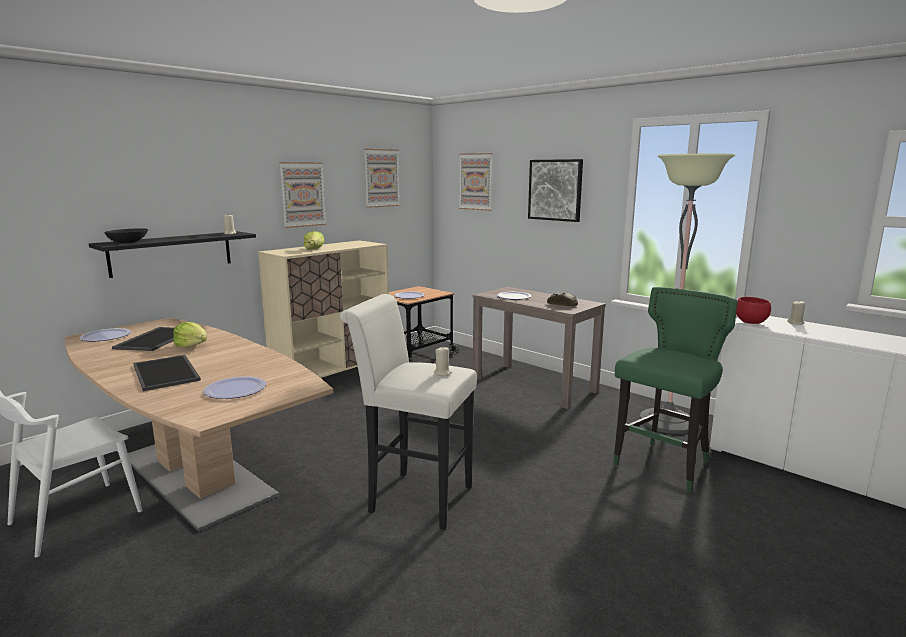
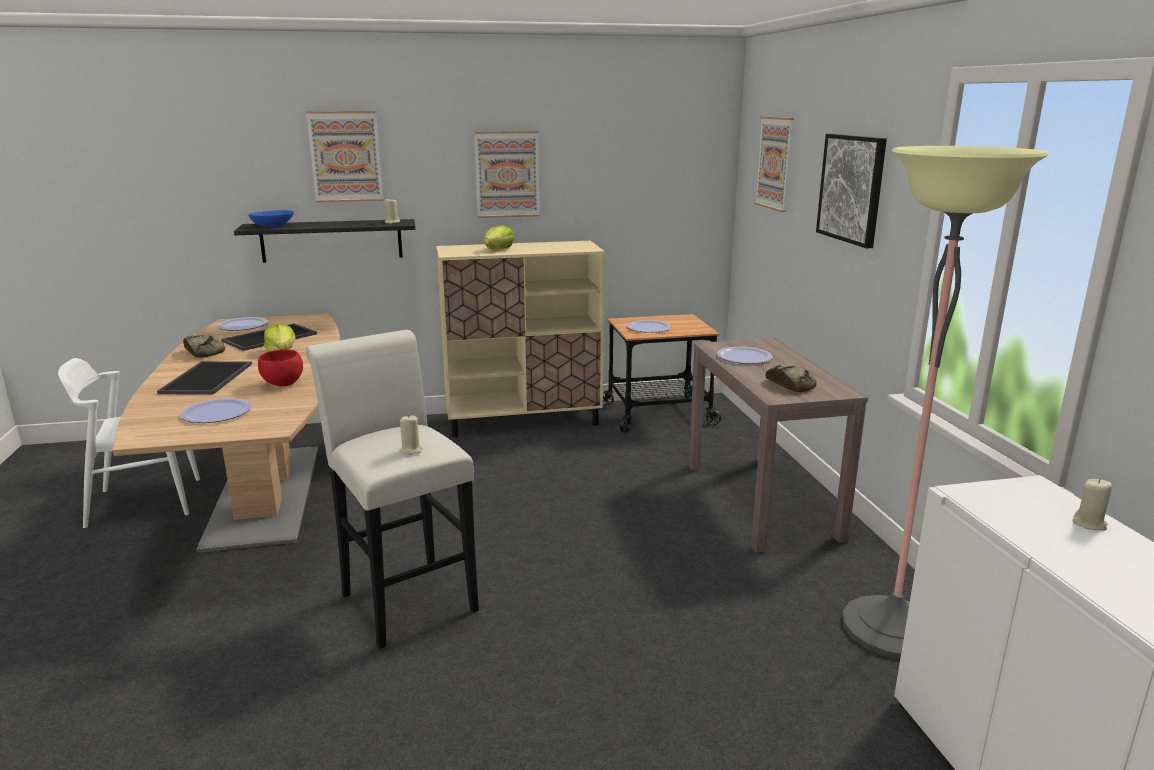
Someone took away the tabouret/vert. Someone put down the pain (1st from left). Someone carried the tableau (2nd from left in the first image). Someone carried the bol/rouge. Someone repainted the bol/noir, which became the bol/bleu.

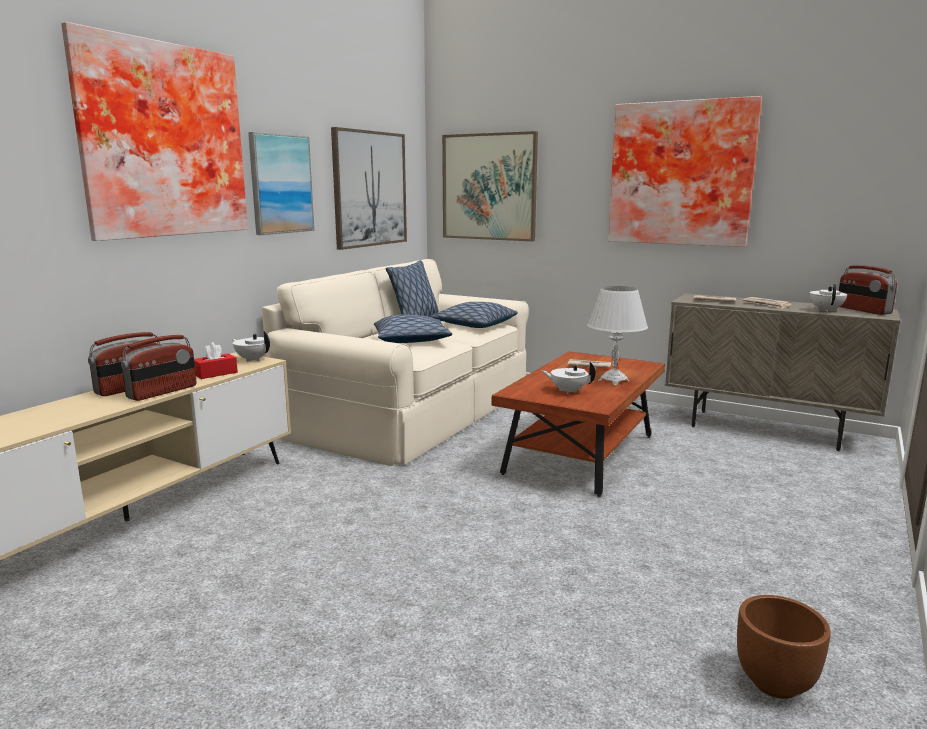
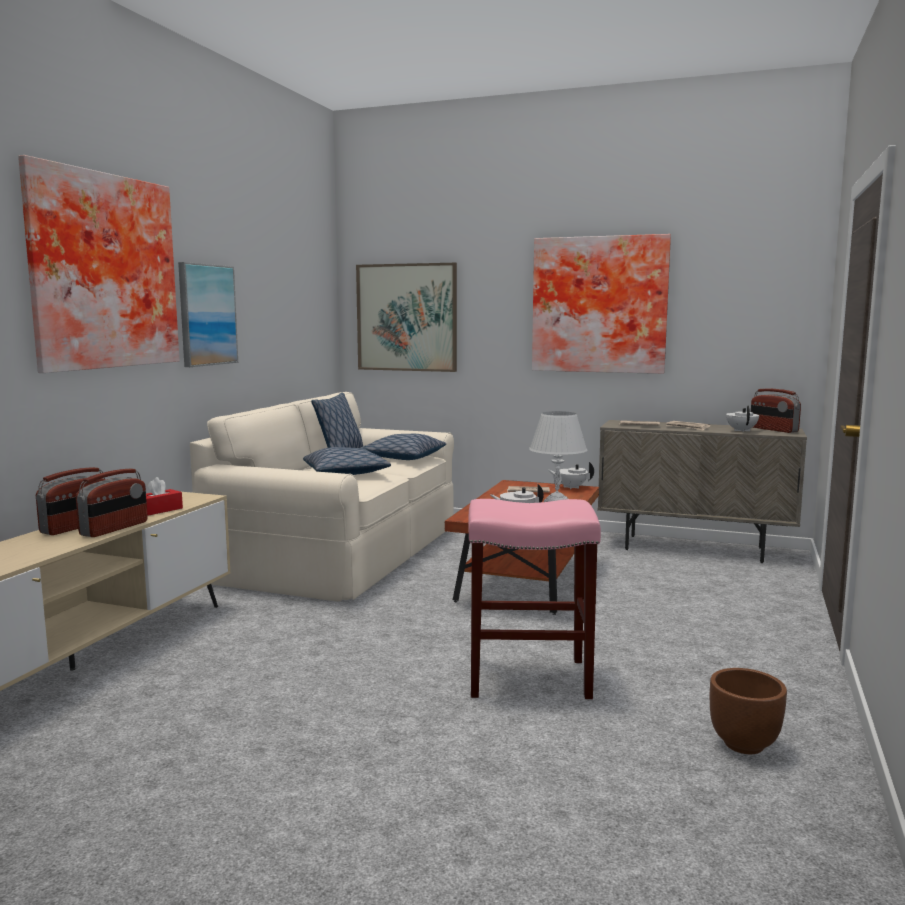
Someone took away the tableau (3rd from left). Someone put down the tabouret/rose. Someone carried the théière/blanc (1st from left in the first image).

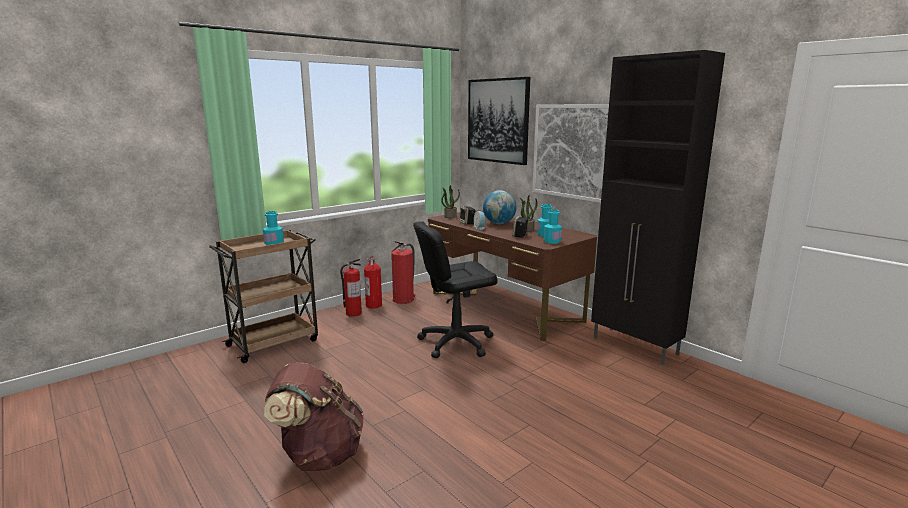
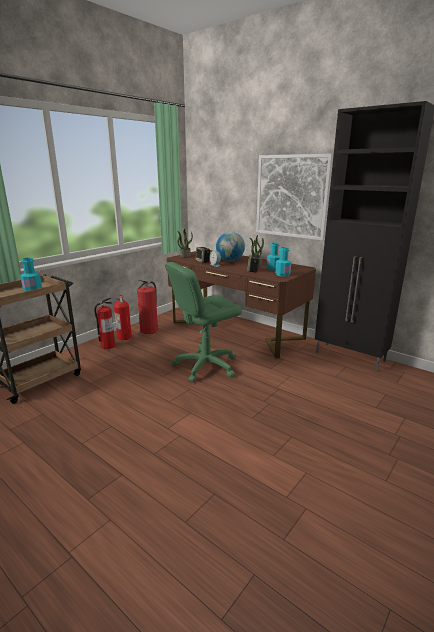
Someone took away the sac à dos/marron. Someone took away the tableau (1st from left). Someone repainted the chaise de bureau/noir, which became the chaise de bureau/vert.

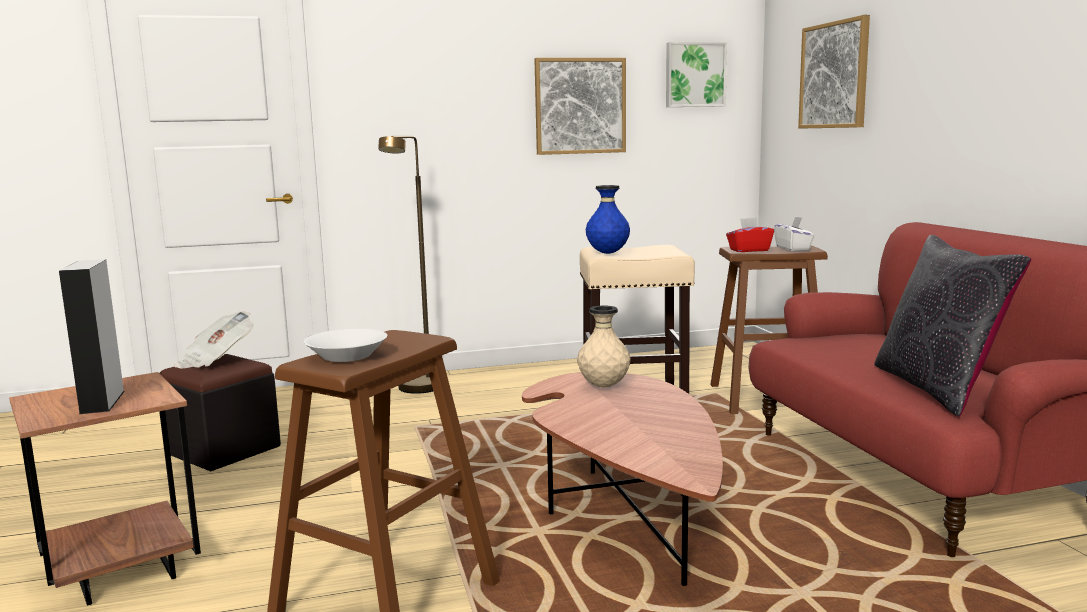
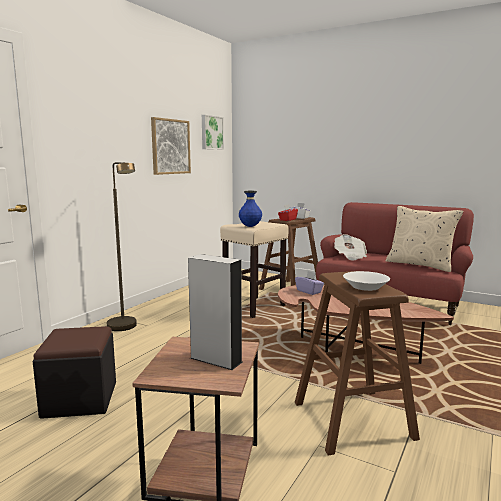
Someone took away the tableau (3rd from left). Someone carried the journal. Someone swapped the vase/beige for the boîte à mouchoirs/violet. Someone repainted the coussin/noir, which became the coussin/beige.

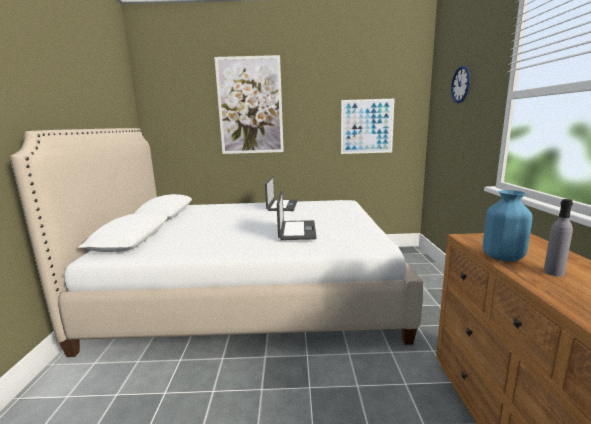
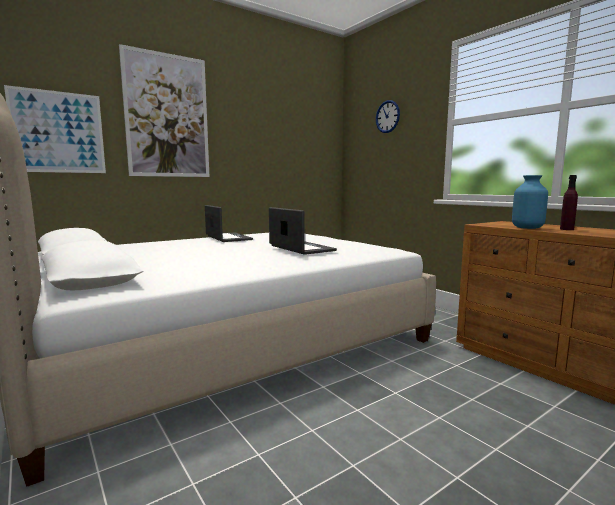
Someone carried the tableau (2nd from left in the first image). Someone repainted the bouteille/gris, which became the bouteille/violet.

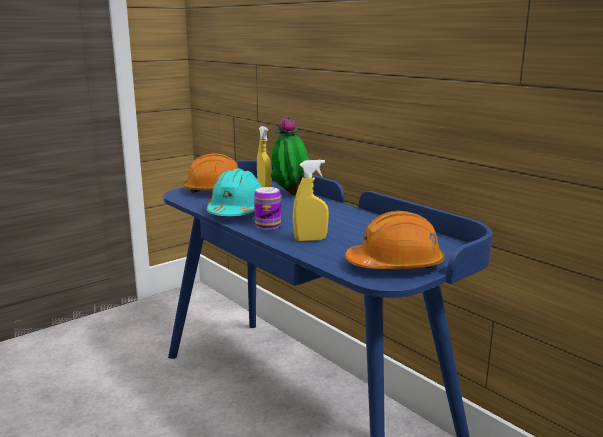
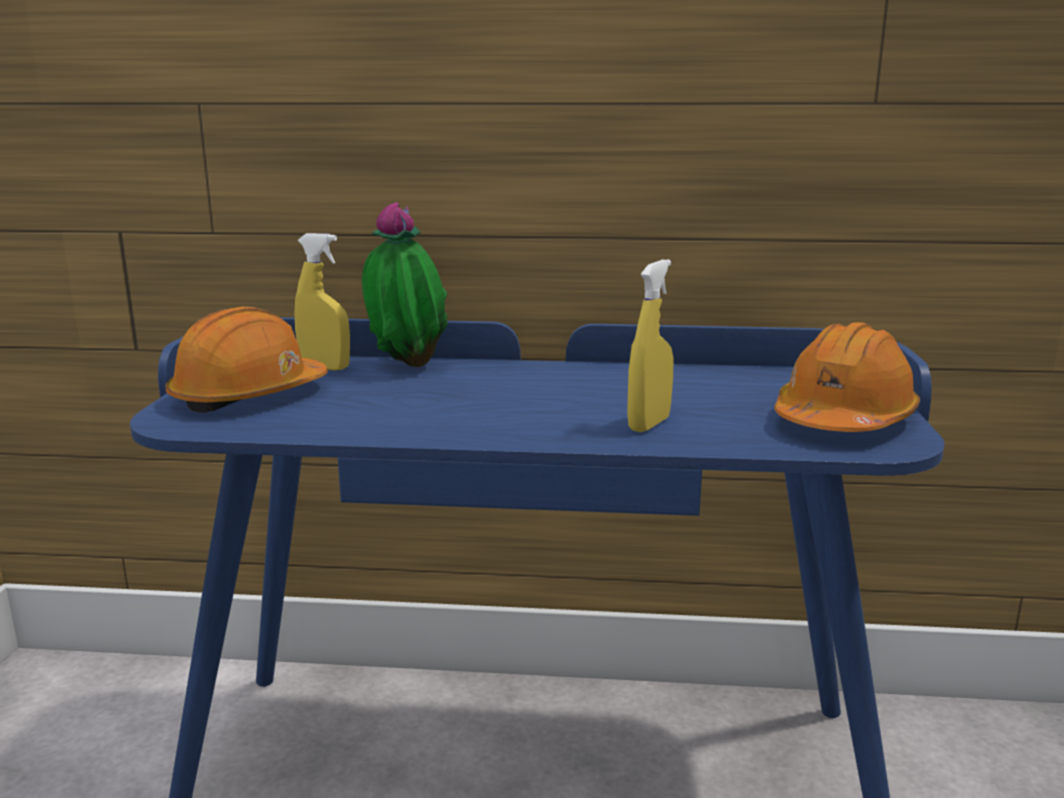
Someone took away the casque de chantier/turquoise. Someone took away the boîte métallique.

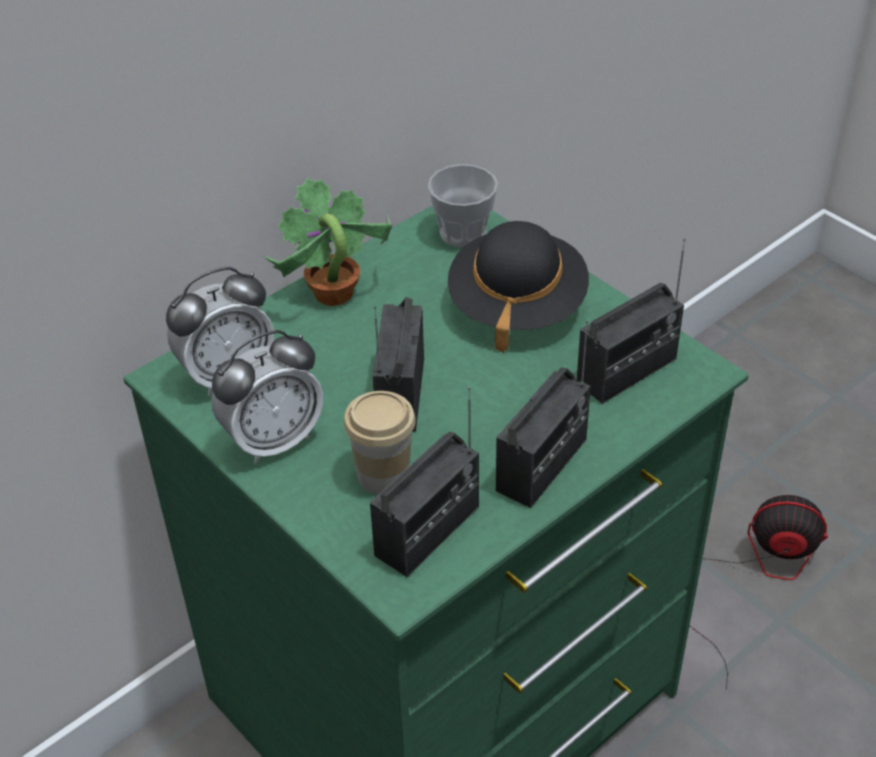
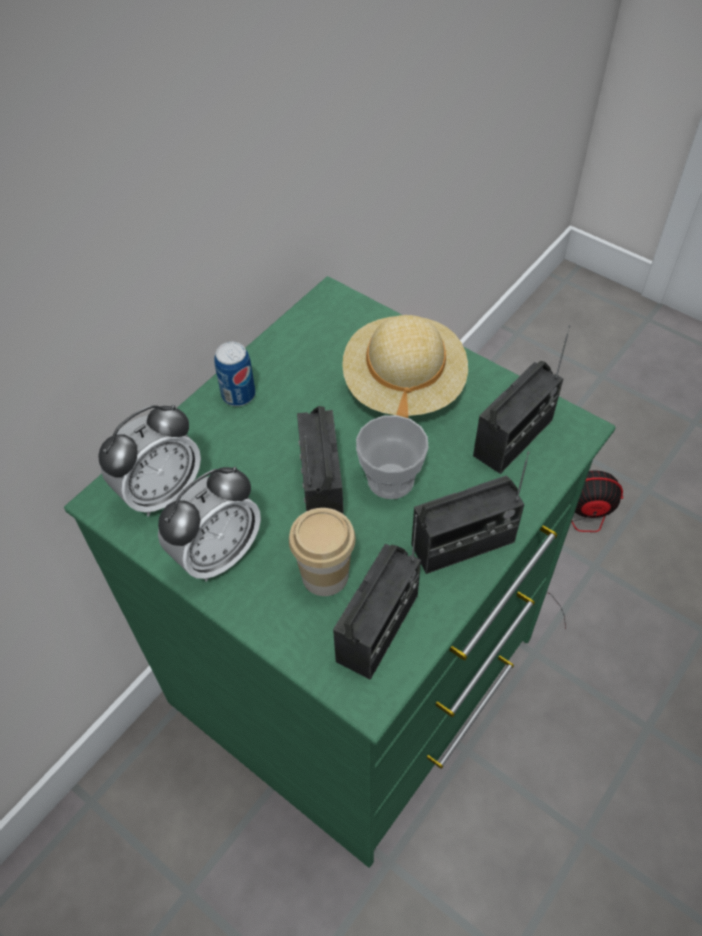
Someone carried the tasse (2nd from left). Someone swapped the plante en pot for the boîte métallique. Someone repainted the chapeau/noir, which became the chapeau/beige. Someone rotated the radio (3rd from left) by 45 degrees clockwise.

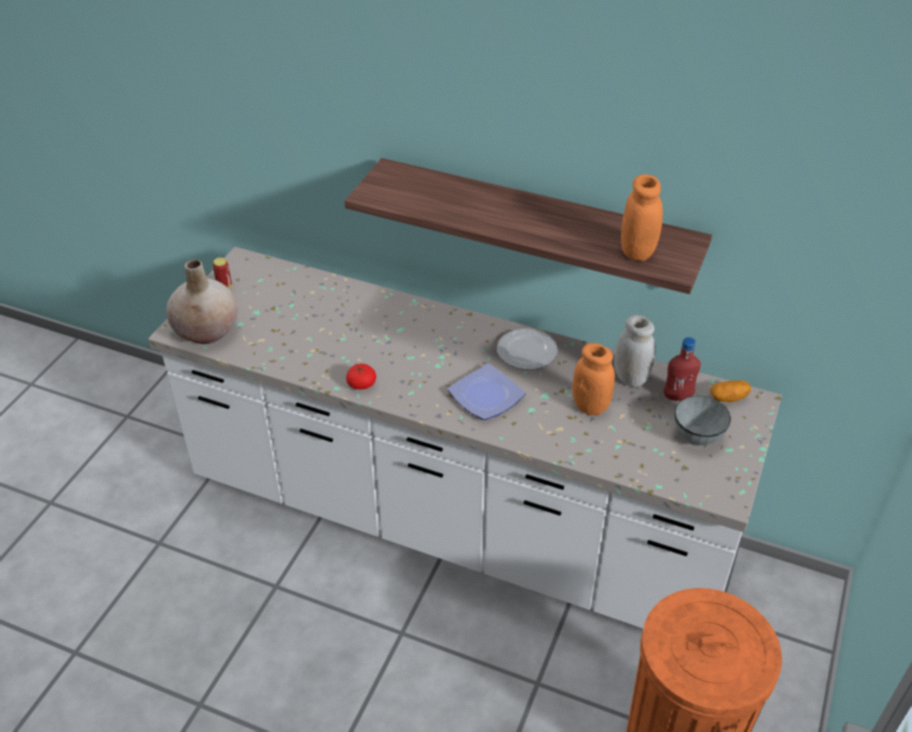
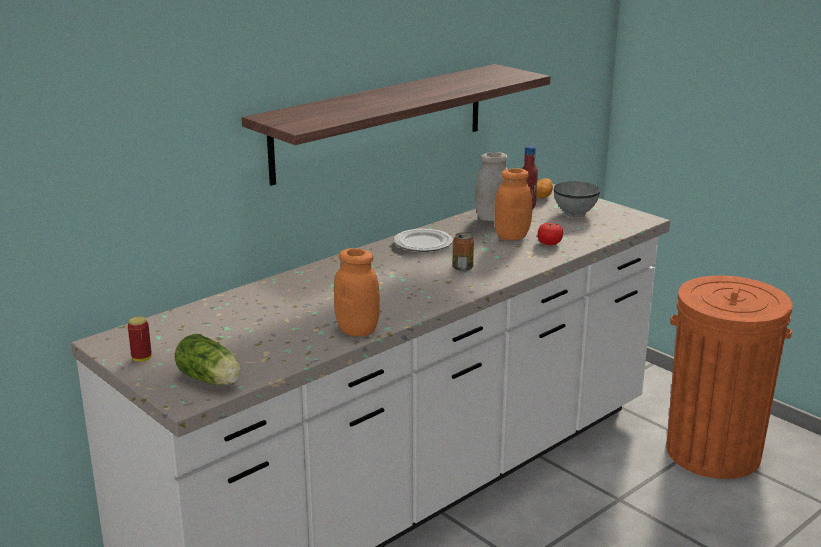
Someone carried the tomate. Someone carried the bocal/orange (2nd from left in the first image). Someone swapped the vase/beige for the laitue. Someone swapped the assiette (1st from left) for the boîte métallique (2nd from left).

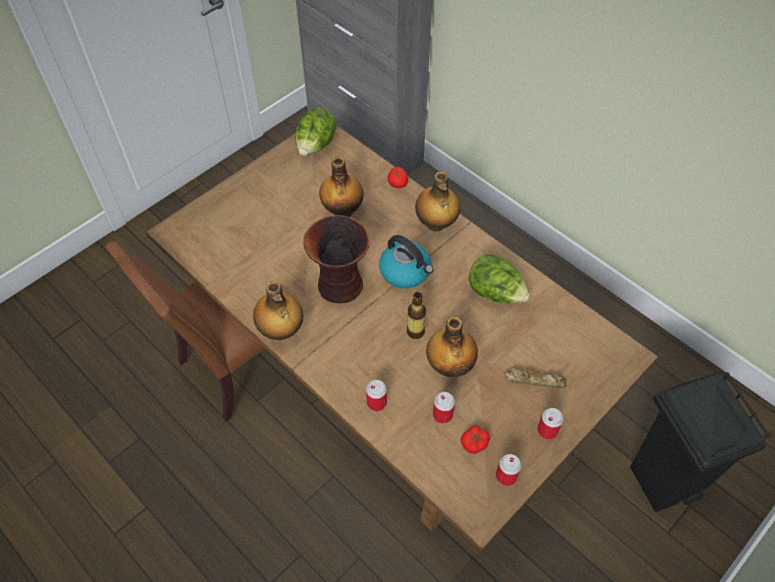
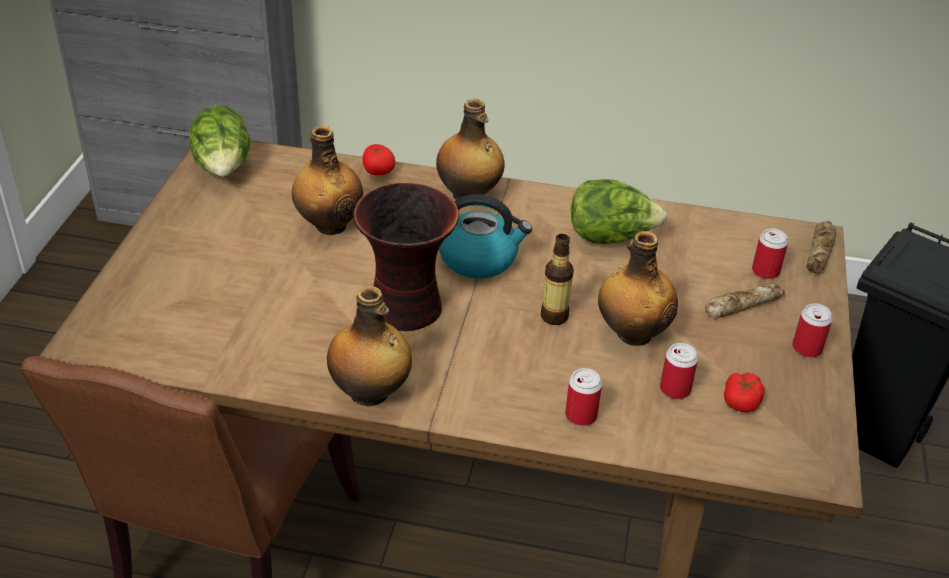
Someone put down the pain (2nd from left). Someone carried the boîte métallique (3rd from left).

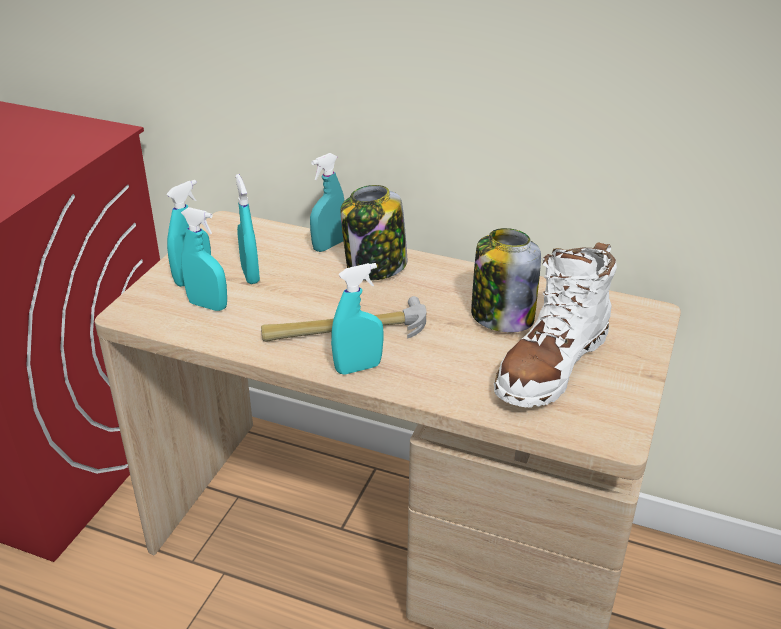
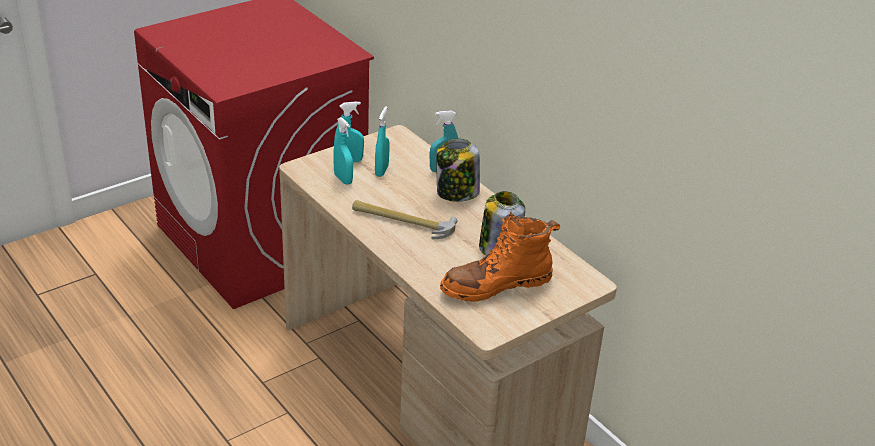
Someone took away the vaporisateur/turquoise (5th from left). Someone repainted the botte/blanc, which became the botte/orange.

